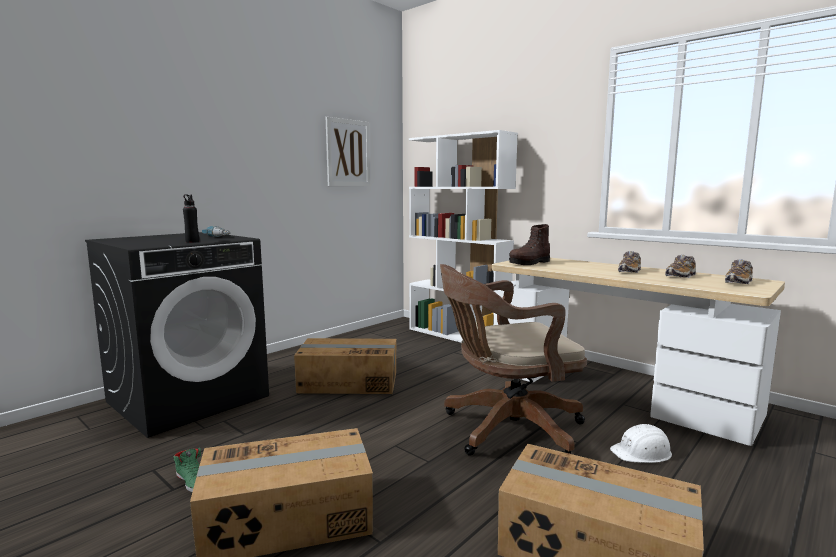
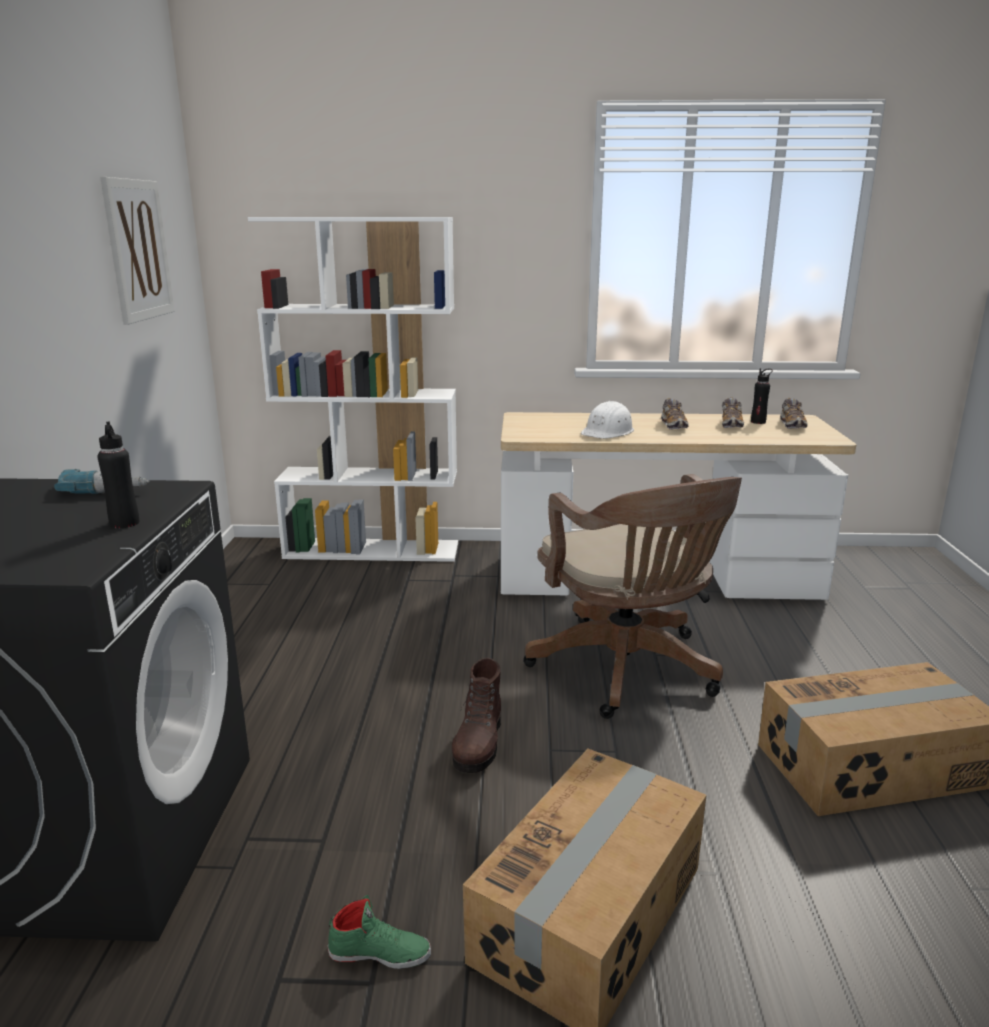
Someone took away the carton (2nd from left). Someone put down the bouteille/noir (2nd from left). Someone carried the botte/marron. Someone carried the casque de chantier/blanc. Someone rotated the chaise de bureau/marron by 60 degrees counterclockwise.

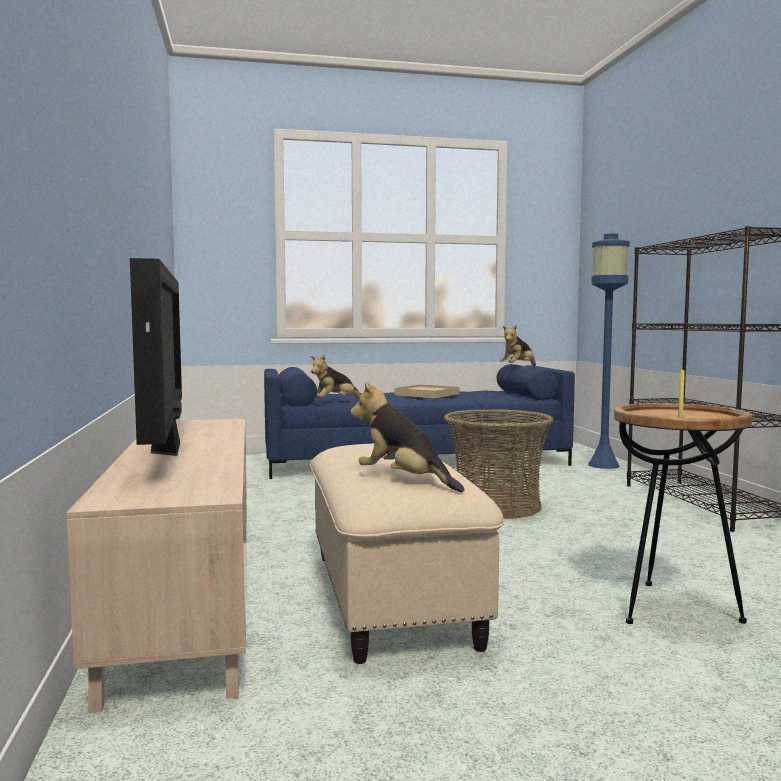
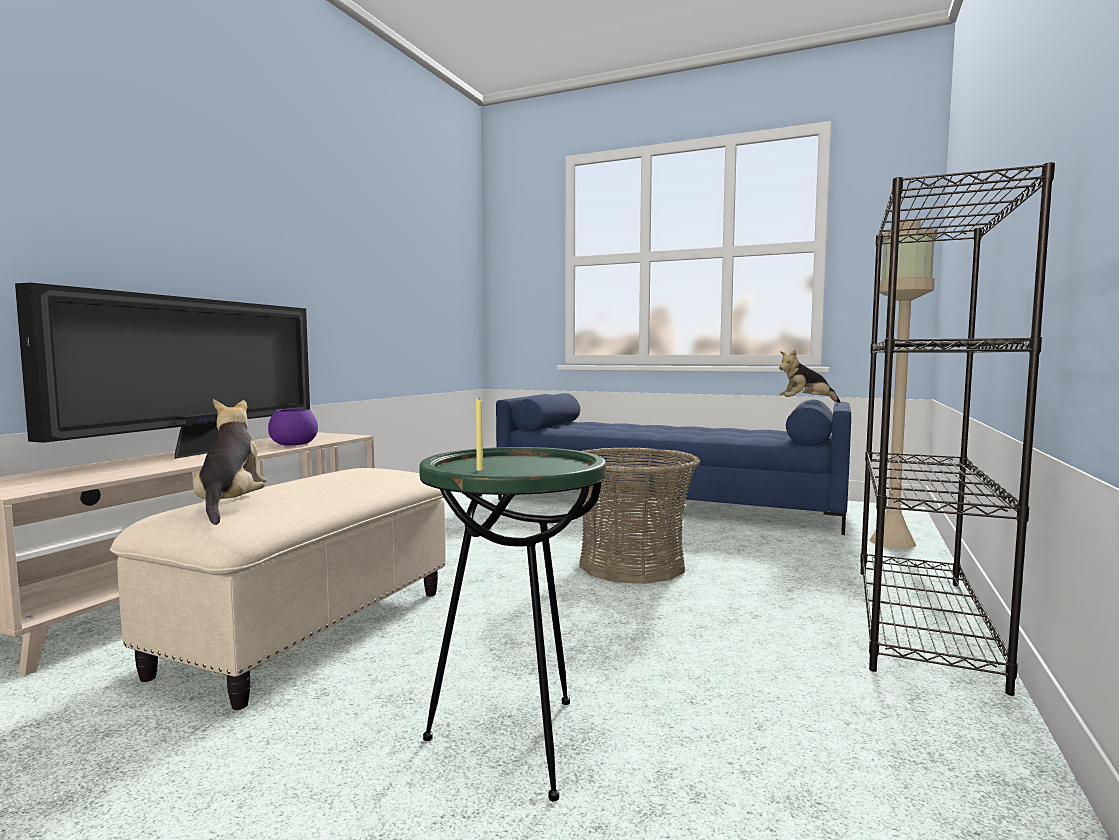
Someone took away the peluche (1st from left). Someone took away the plateau/beige. Someone put down the bol/violet. Someone repainted the lampadaire/bleu, which became the lampadaire/beige. Someone repainted the table d'appoint/marron, which became the table d'appoint/vert.

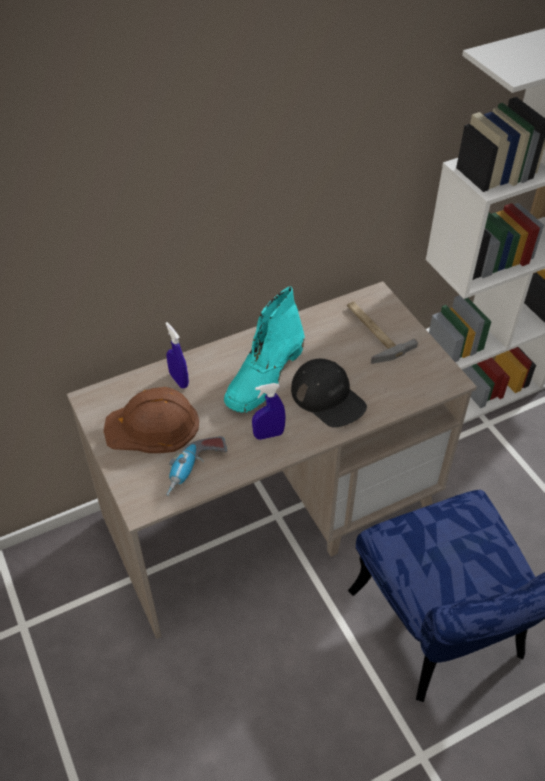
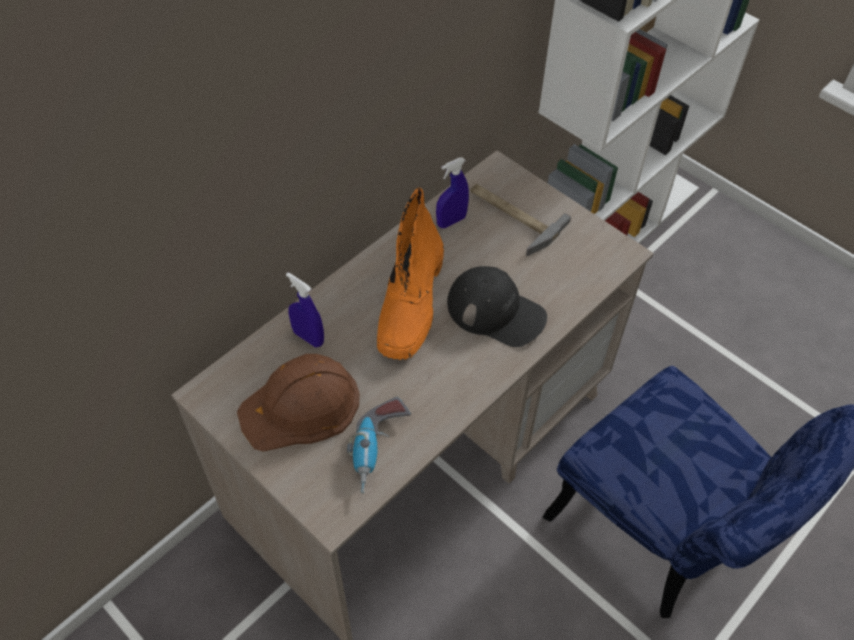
Someone carried the vaporisateur/bleu (2nd from left). Someone repainted the botte/turquoise, which became the botte/orange.

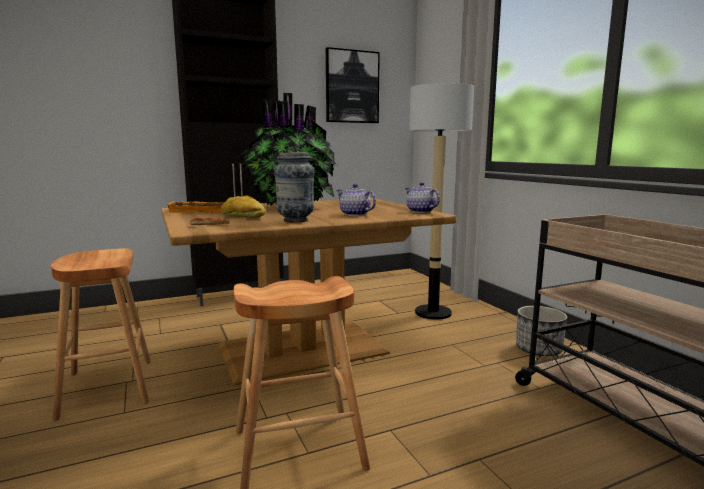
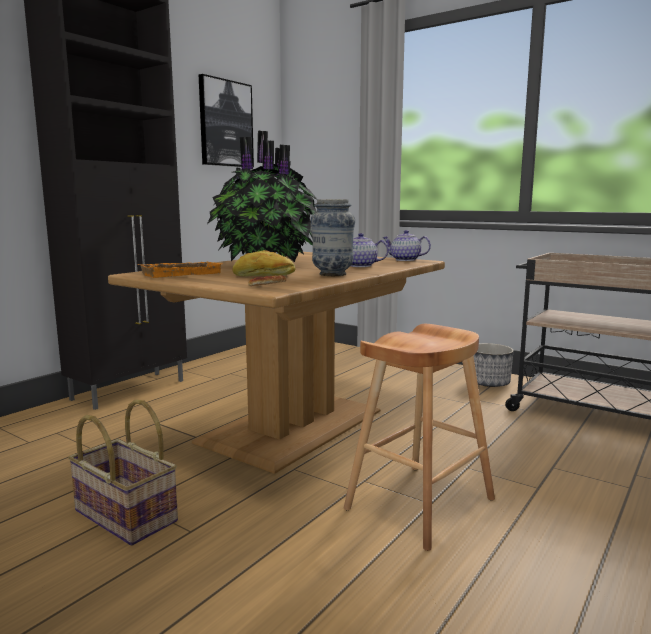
Someone took away the lampadaire. Someone swapped the tabouret/marron (1st from left) for the panier.

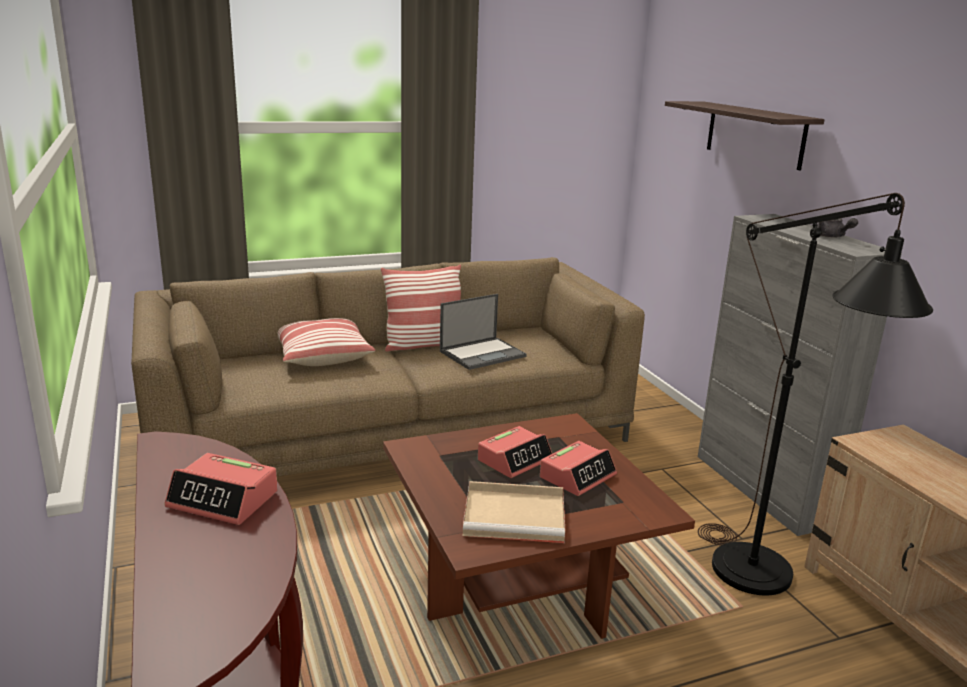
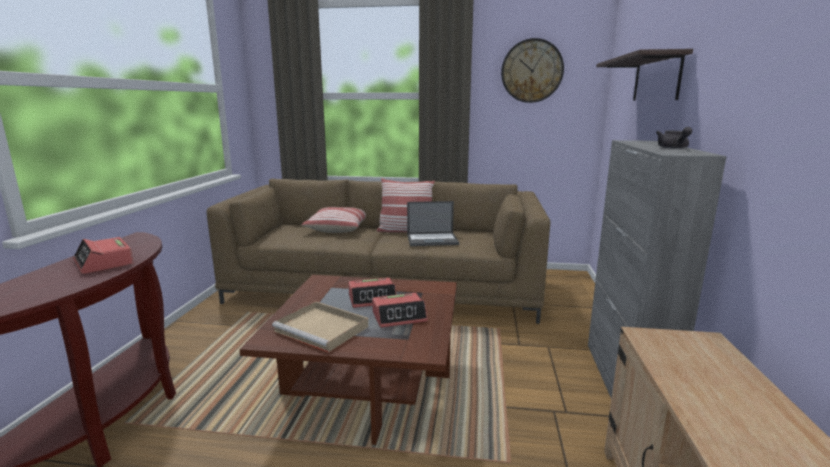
Someone took away the lampadaire/noir. Someone put up the horloge murale.

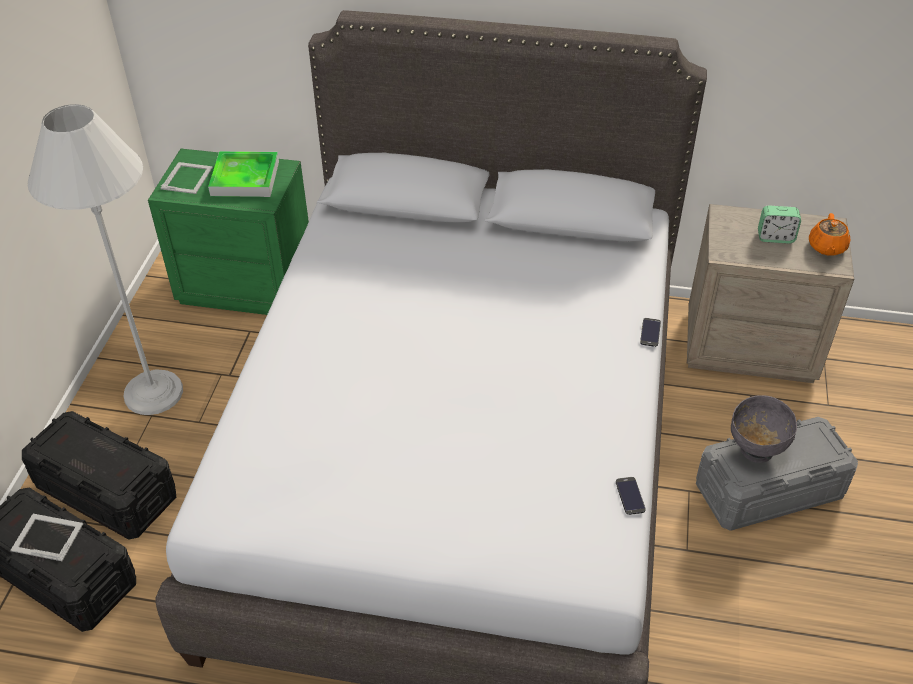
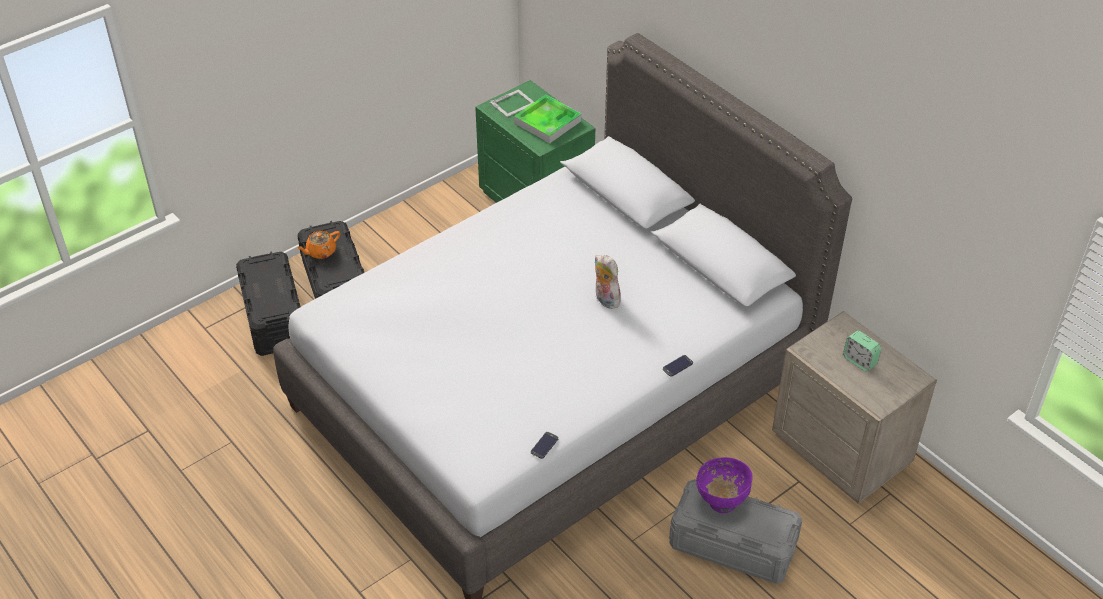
Someone took away the cadre photo (1st from left). Someone took away the lampadaire/blanc. Someone put down the peluche. Someone carried the théière/orange. Someone repainted the bol/gris, which became the bol/violet.

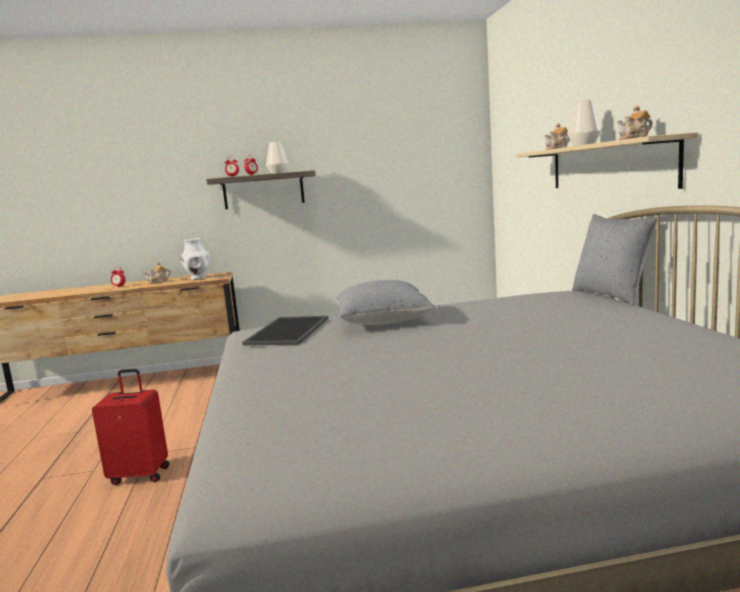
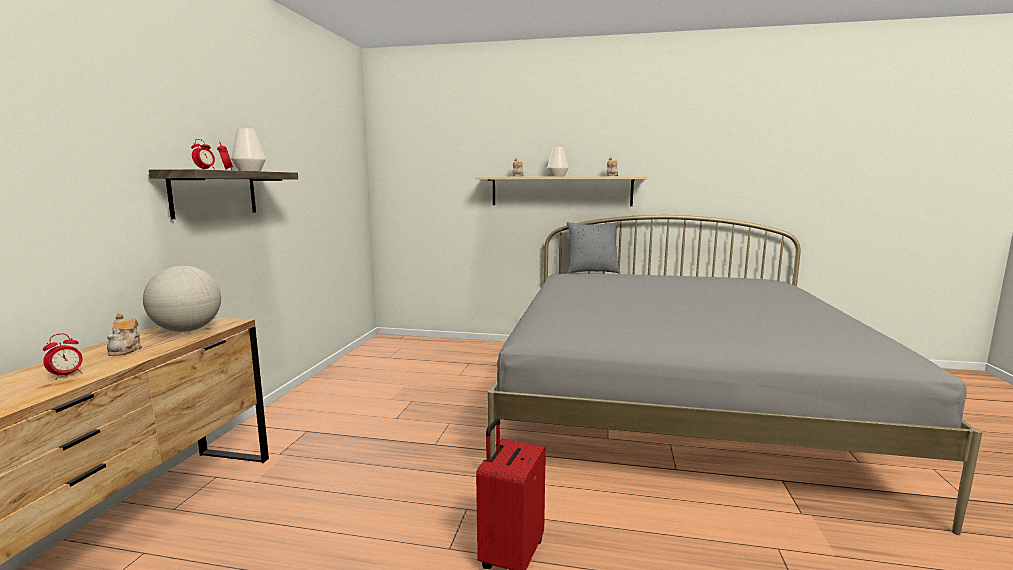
Someone took away the plateau. Someone took away the coussin/gris (1st from left). Someone swapped the vase/blanc (1st from left) for the globe.

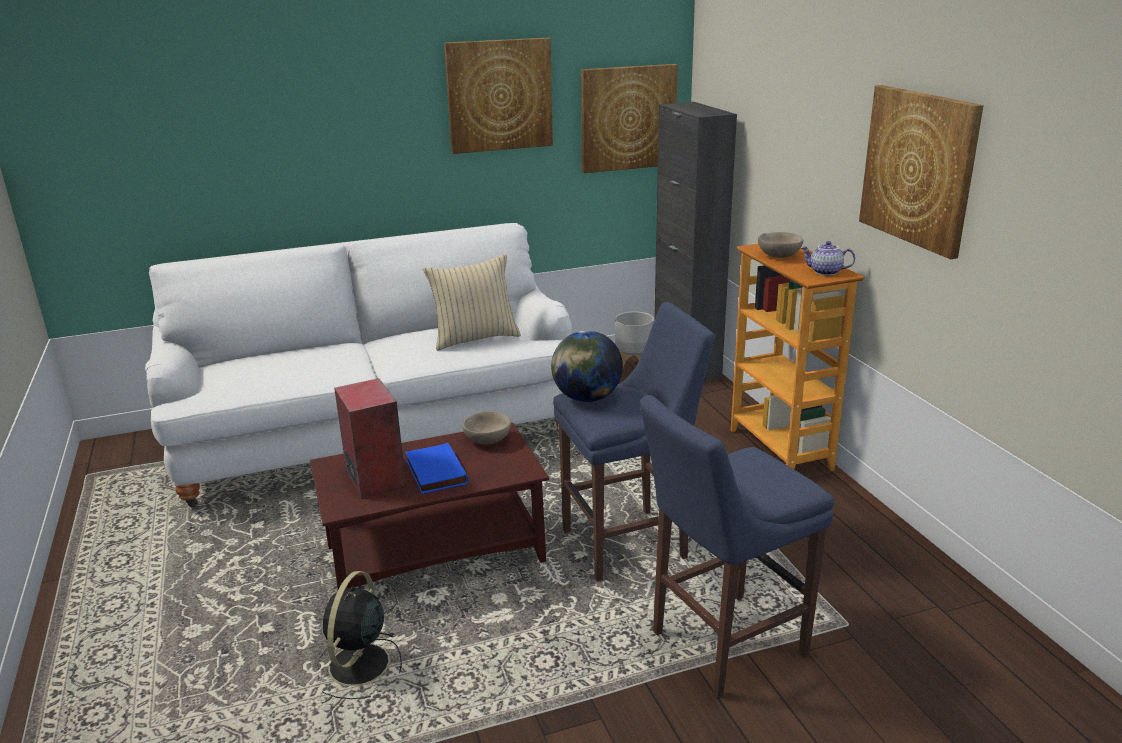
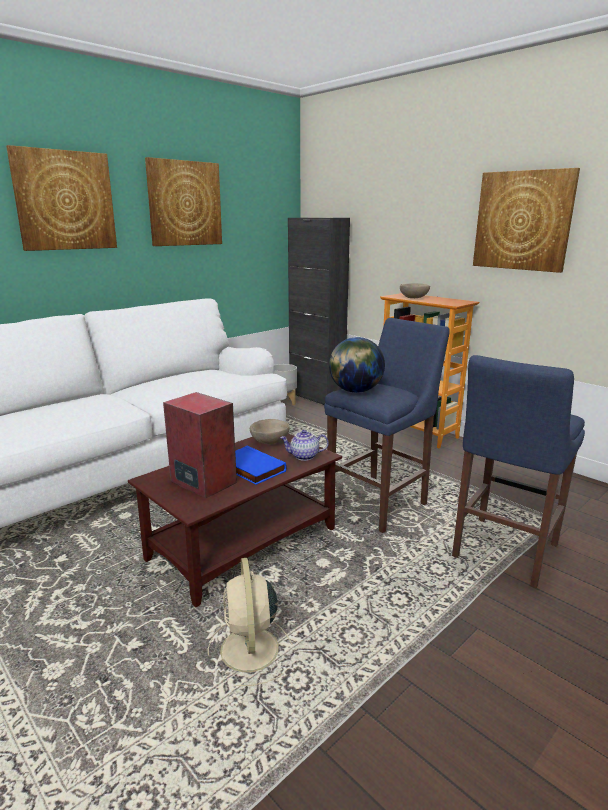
Someone took away the coussin/beige. Someone carried the tableau (2nd from left in the first image). Someone carried the théière. Someone repainted the ventilateur/noir, which became the ventilateur/beige.

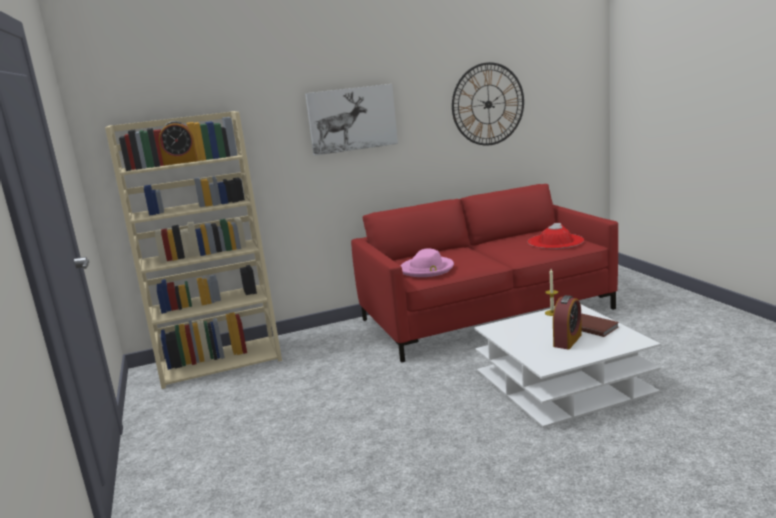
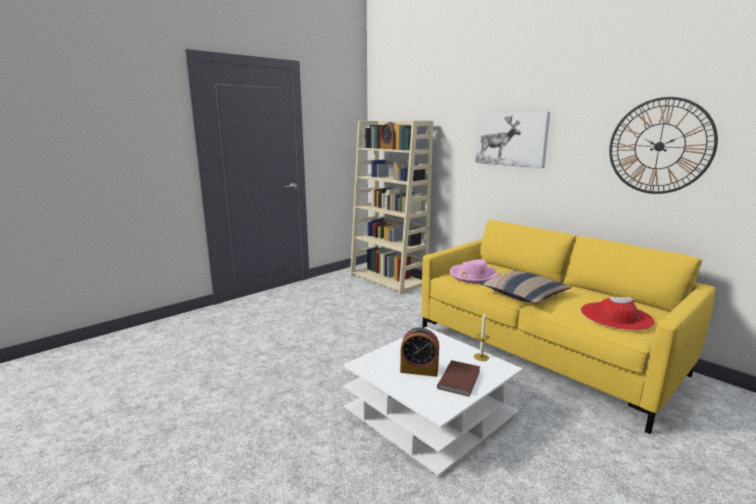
Someone put down the coussin. Someone repainted the canapé/rouge, which became the canapé/jaune.

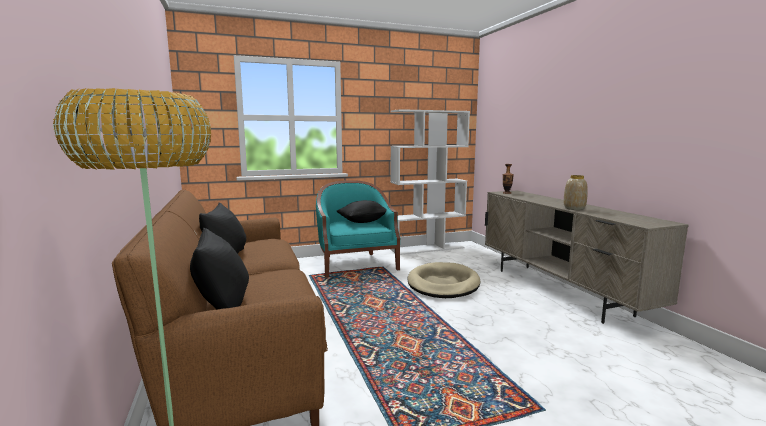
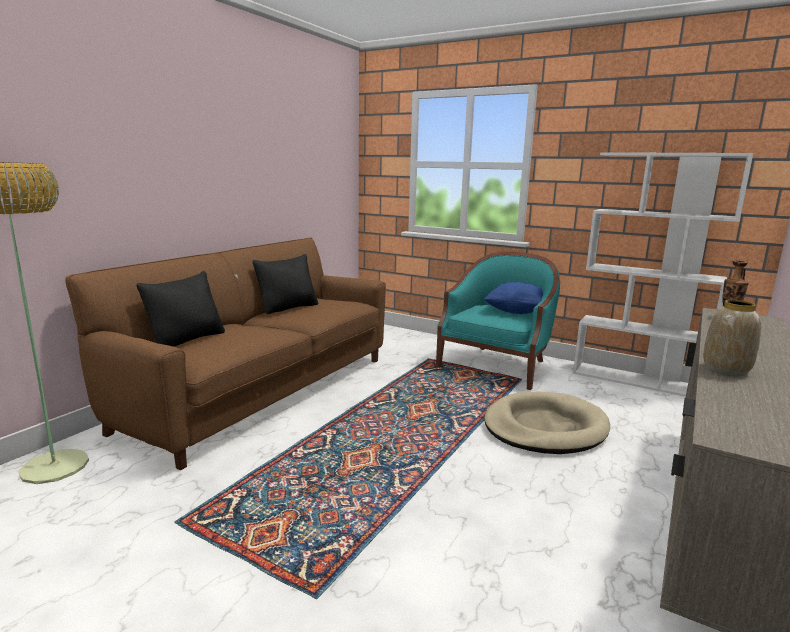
Someone repainted the coussin/noir (3rd from left), which became the coussin/bleu.

